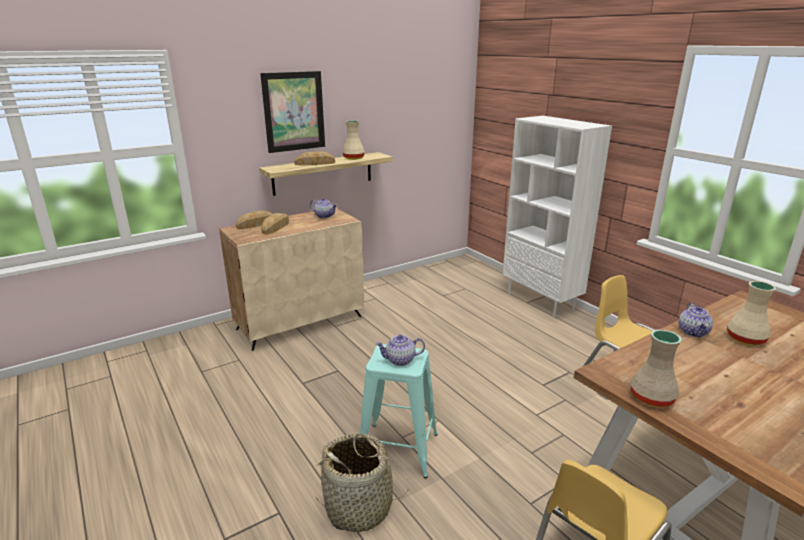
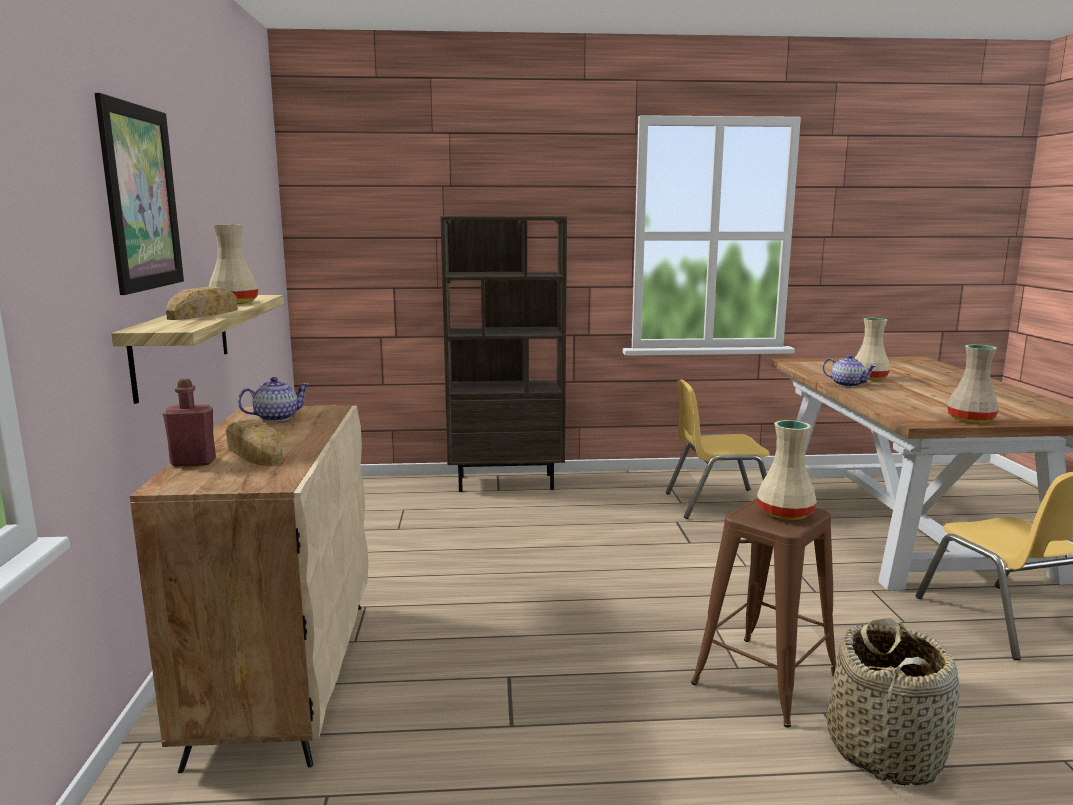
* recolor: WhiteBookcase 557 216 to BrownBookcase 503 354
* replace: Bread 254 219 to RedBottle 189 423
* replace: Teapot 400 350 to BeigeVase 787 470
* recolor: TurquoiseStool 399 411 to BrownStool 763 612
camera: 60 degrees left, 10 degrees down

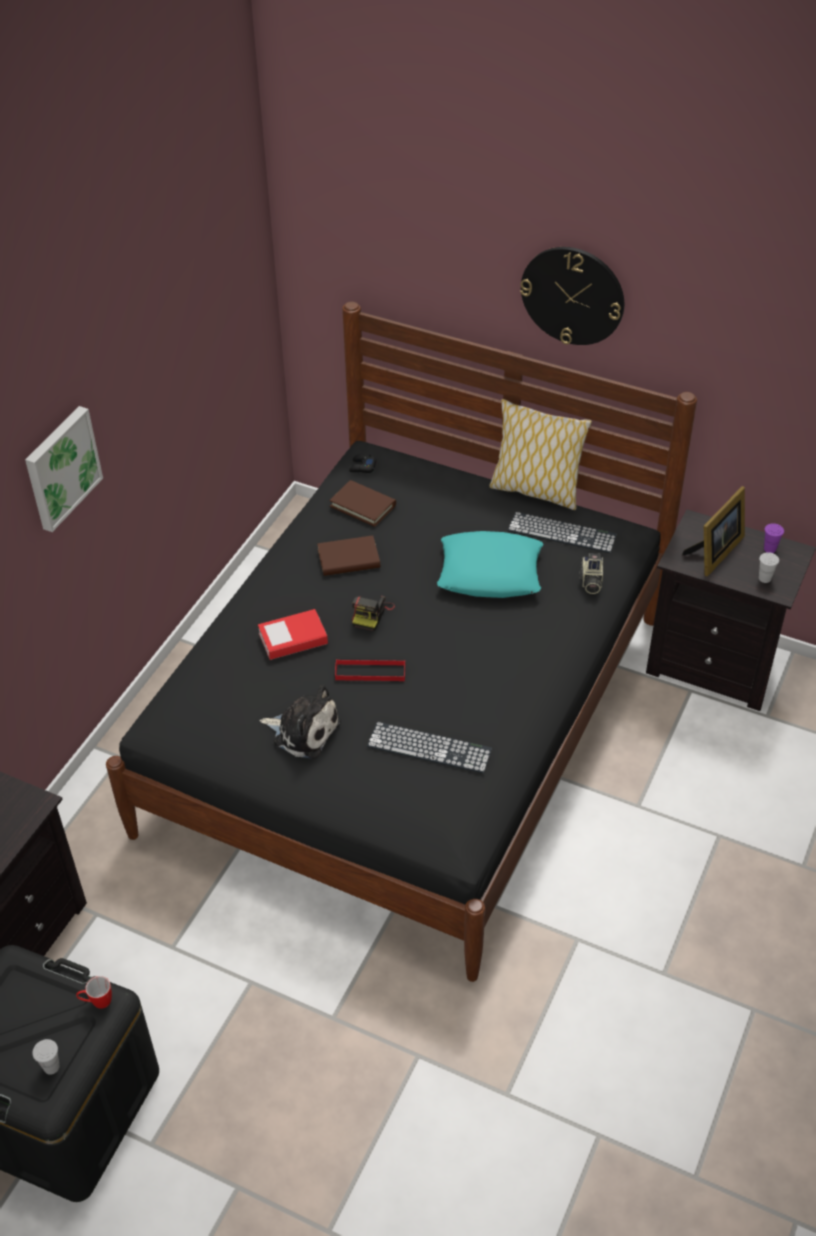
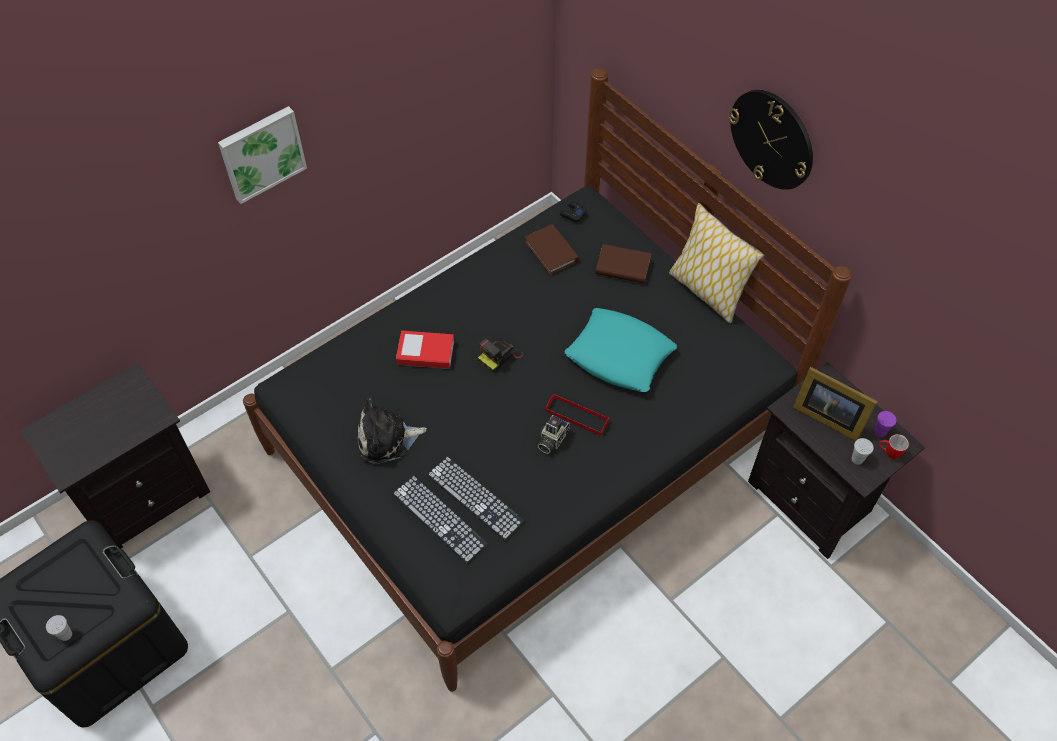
* rotate: PictureFrame 713 531 = 835 404 60 degrees clockwise
* move: Keyboard 562 532 to 440 519
* move: BrownBook 348 555 to 623 264
* move: PhotoCamera 591 573 to 554 434
* move: RedTray 370 670 to 577 415
* rotate: PlushToy 300 722 = 392 431 120 degrees clockwise
* move: Mug 94 992 to 894 446
camera: 25 degrees right, 10 degrees up

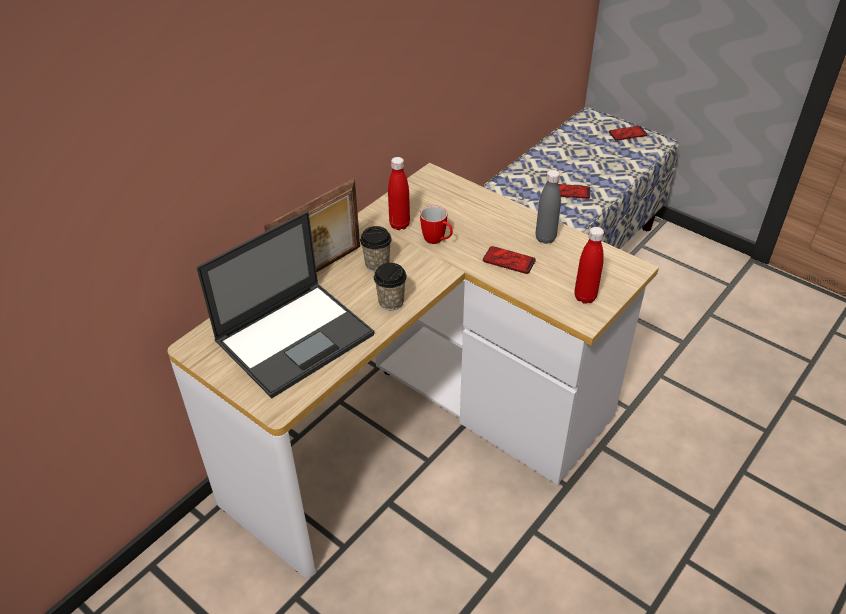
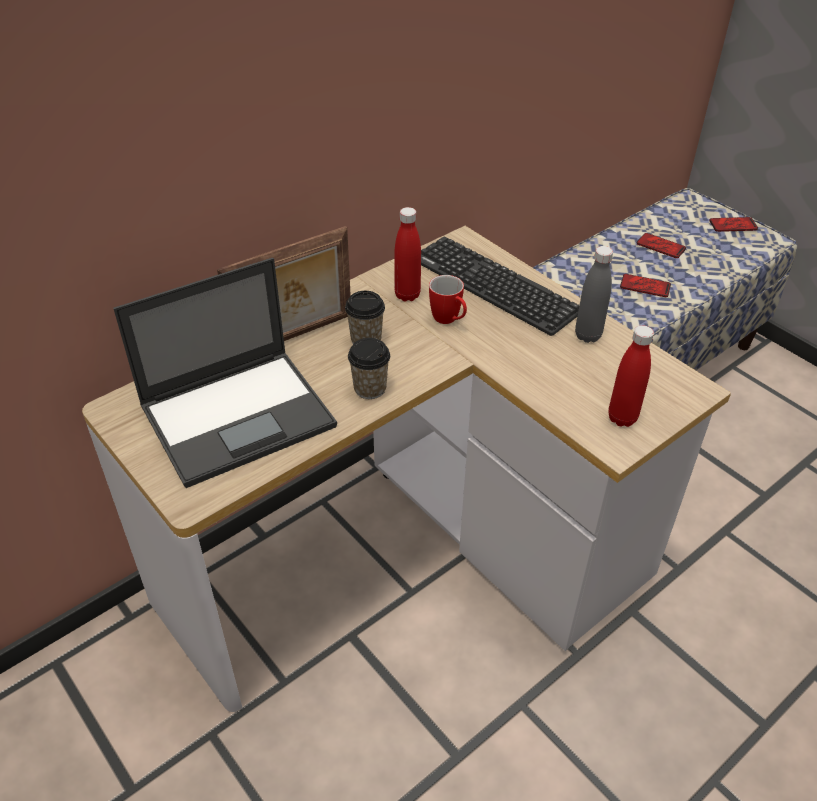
* move: Phone 509 260 to 661 245
* insert: Keyboard 500 286
camera: 10 degrees right, 0 degrees up

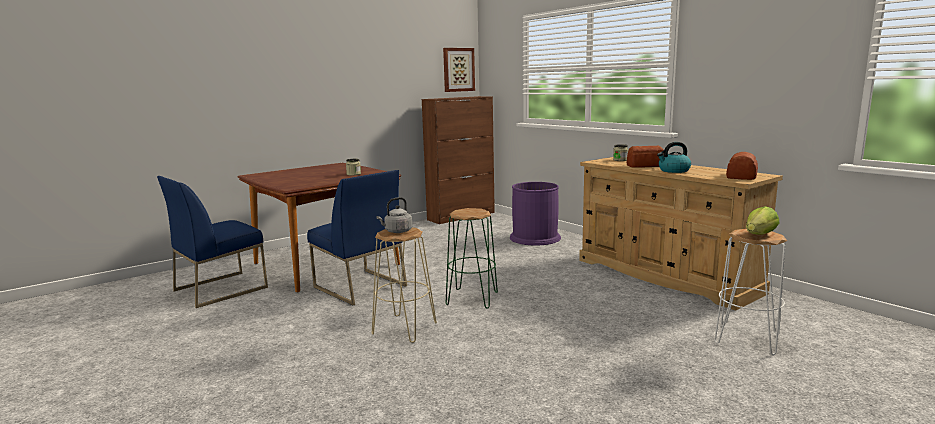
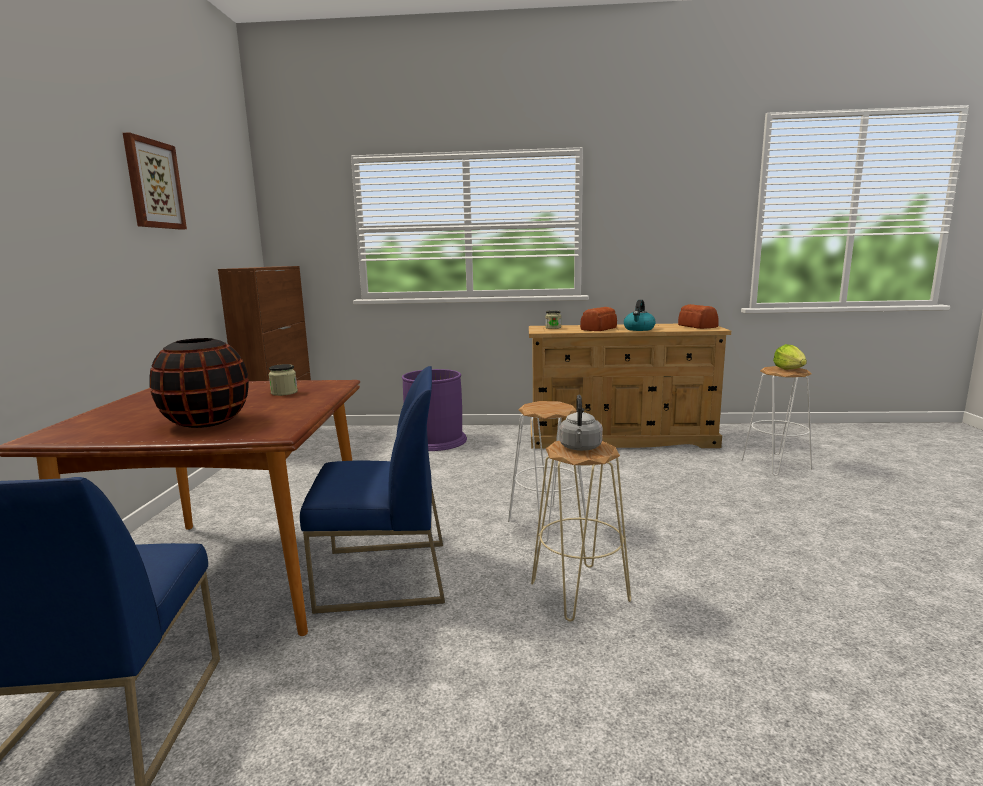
* move: Picture 459 70 to 155 181
* recolor: GreenStool 472 258 to WhiteStool 548 472
* insert: BlackVase 199 383
camera: 50 degrees left, 0 degrees up

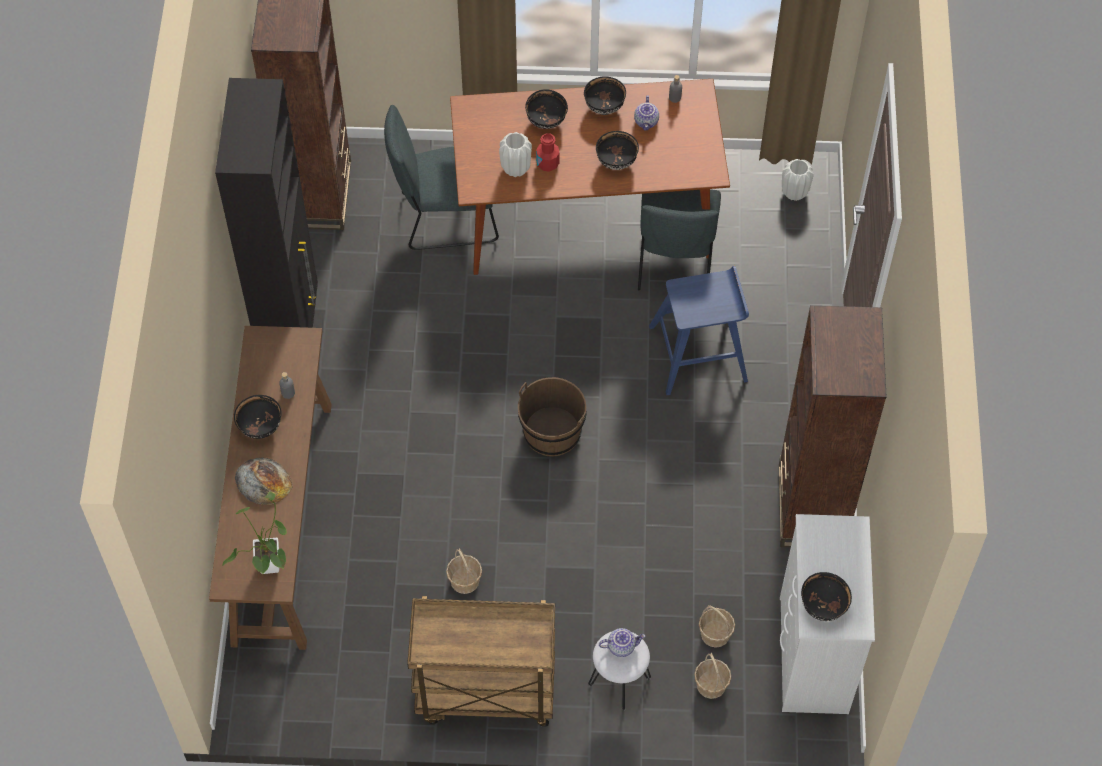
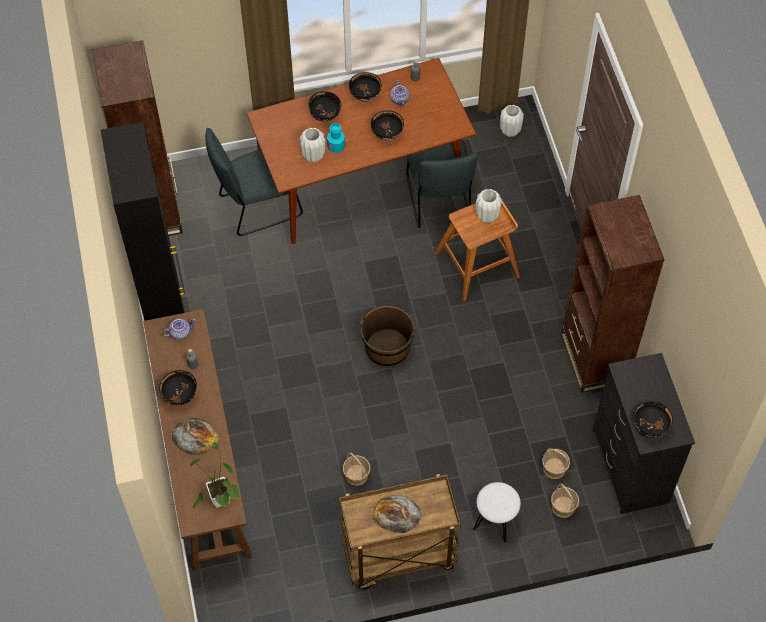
* recolor: RedBottle 548 152 to TurquoiseBottle 336 138
* recolor: BlueStool 699 330 to BrownStool 477 251
* recolor: WhiteDresser 827 614 to BlackDresser 644 433
* move: Teapot 622 642 to 179 329
* insert: WhiteVase 489 206
* insert: Bread 397 514
camera: 15 degrees left, 0 degrees up

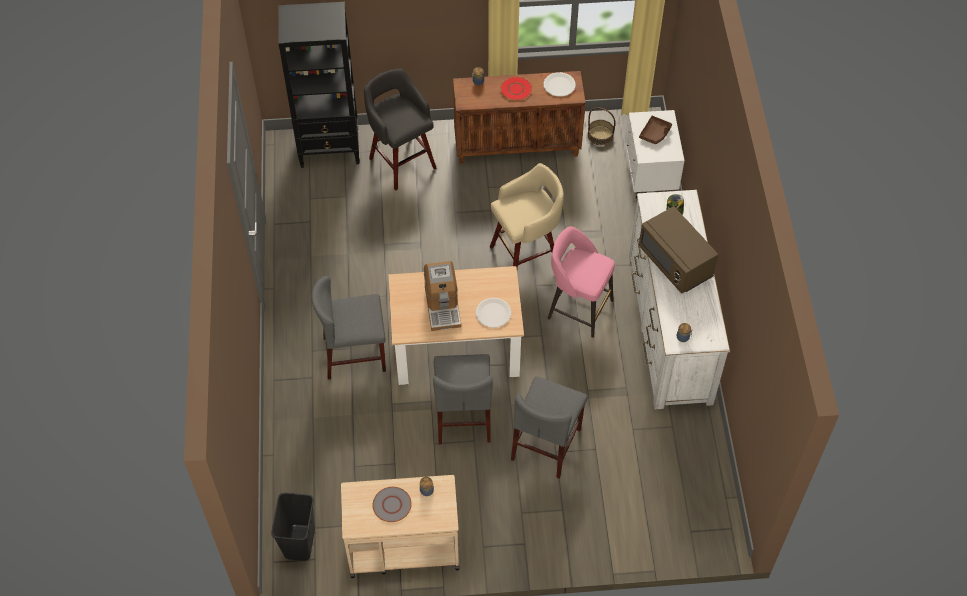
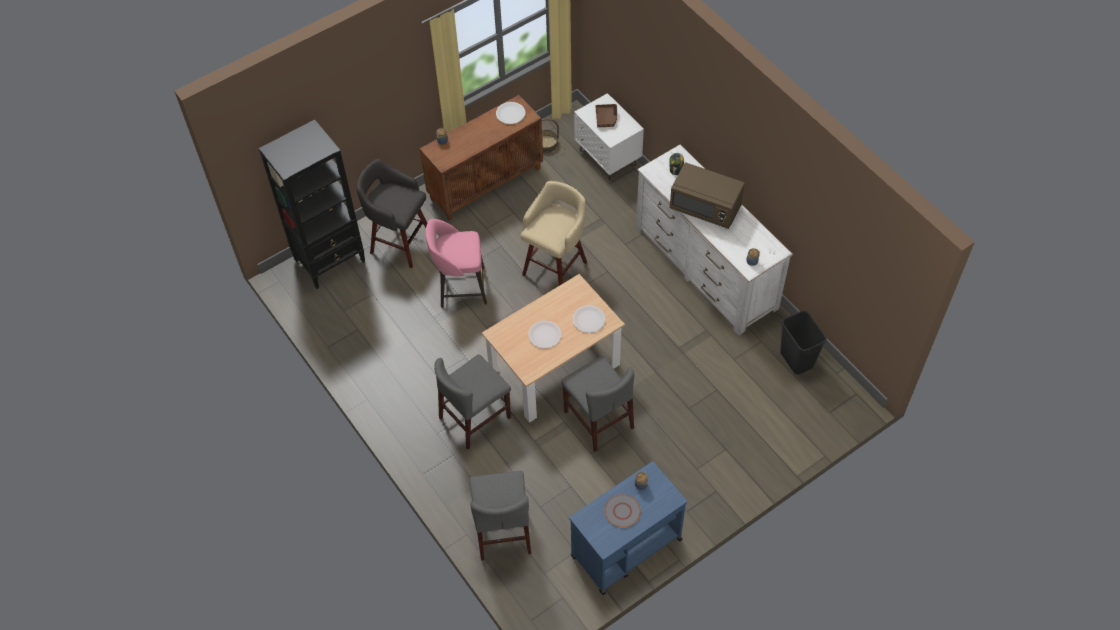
* delete: RedPlate 516 88
* move: PinkStool 581 282 to 456 263
* replace: CoffeeMachine 442 296 to WhitePlate 544 335
* move: GreyChair 549 427 to 500 516
* recolor: BeigeCart 400 526 to BlueCart 628 528
* move: BlackTrashCan 293 526 to 803 342
camera: 30 degrees left, 0 degrees up

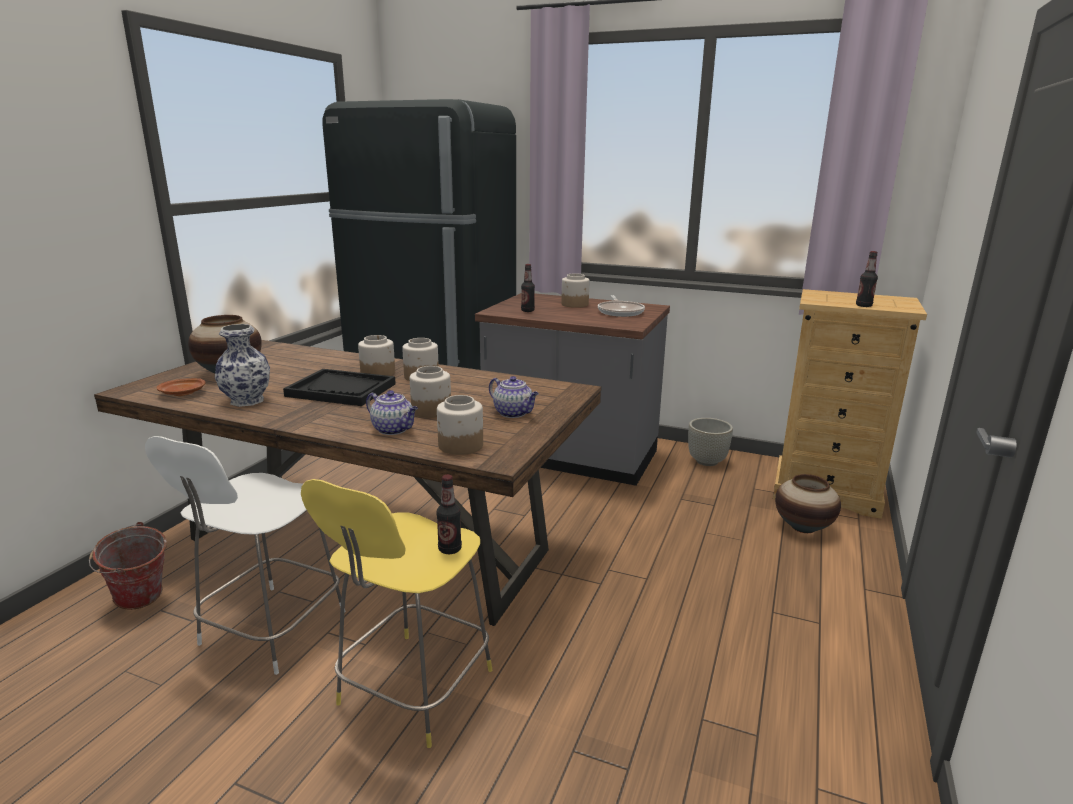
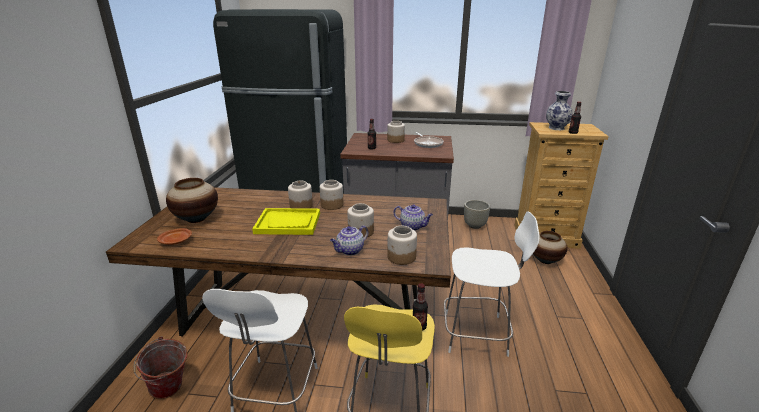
* move: Vase 242 365 to 559 110
* recolor: BlackTray 339 387 to YellowTray 286 221
* rotate: Teapot 392 412 = 349 240 120 degrees clockwise
* insert: WhiteStool 492 284
camera: 15 degrees left, 5 degrees up

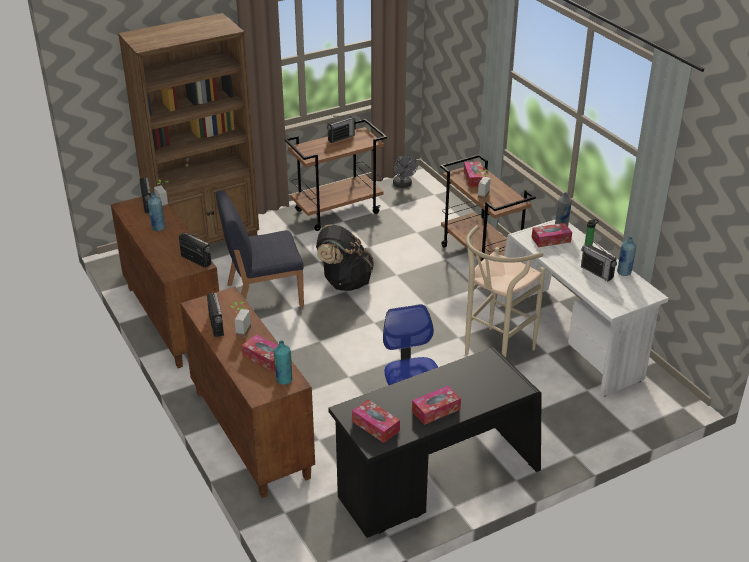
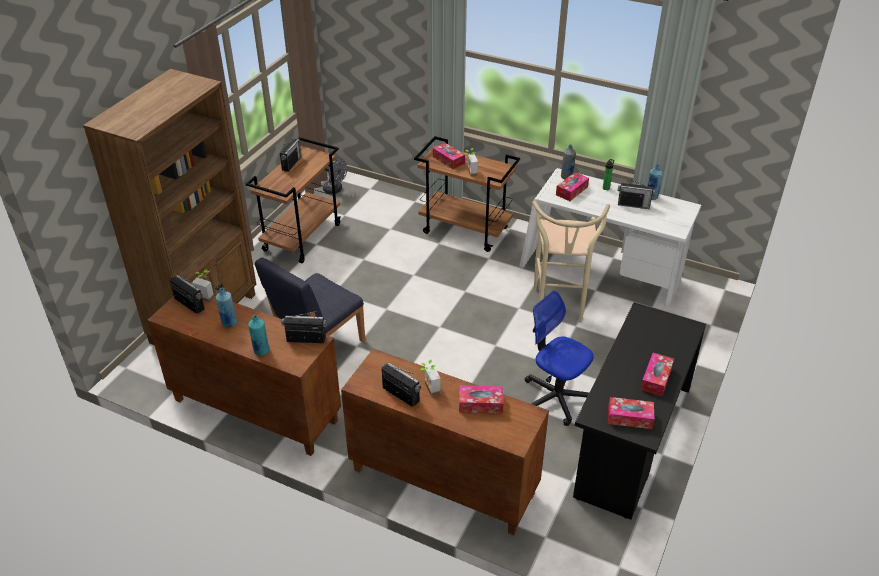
* delete: BlackBackpack 345 258
* move: TurquoiseBottle 283 363 to 259 335
camera: 35 degrees left, 5 degrees up

